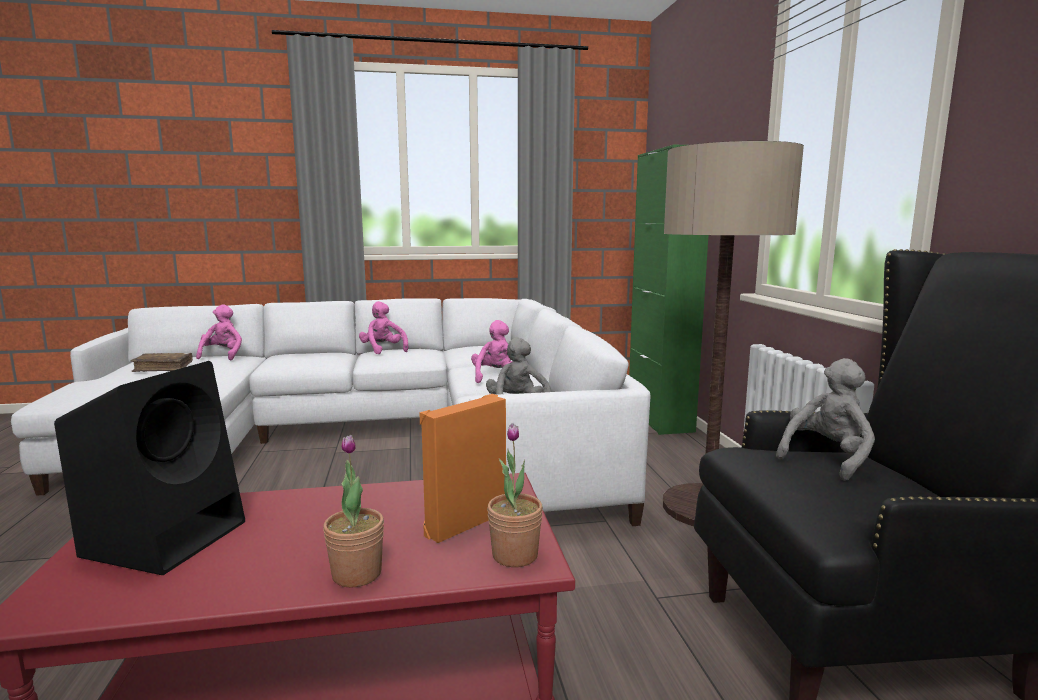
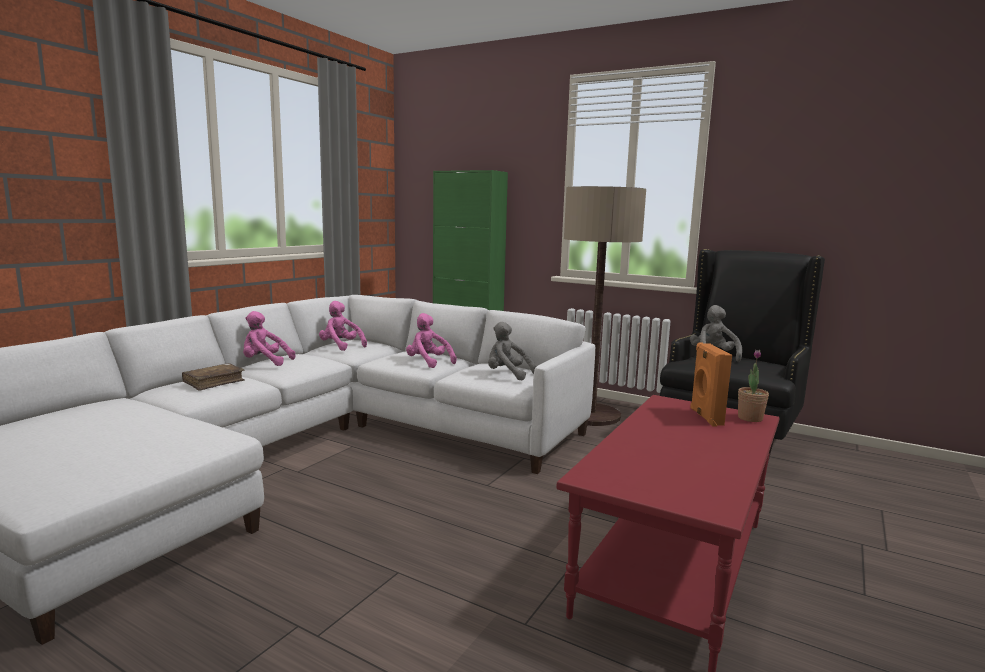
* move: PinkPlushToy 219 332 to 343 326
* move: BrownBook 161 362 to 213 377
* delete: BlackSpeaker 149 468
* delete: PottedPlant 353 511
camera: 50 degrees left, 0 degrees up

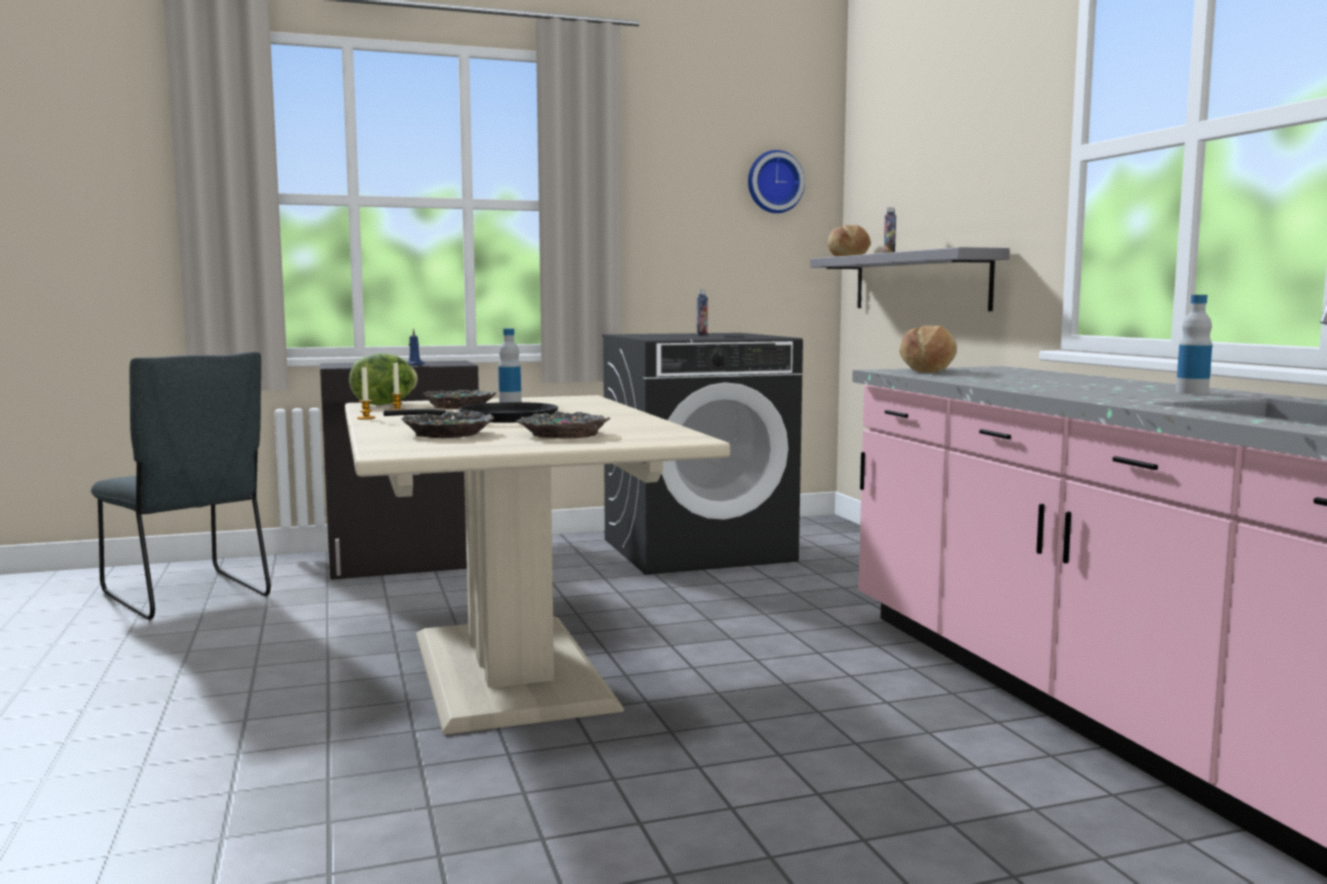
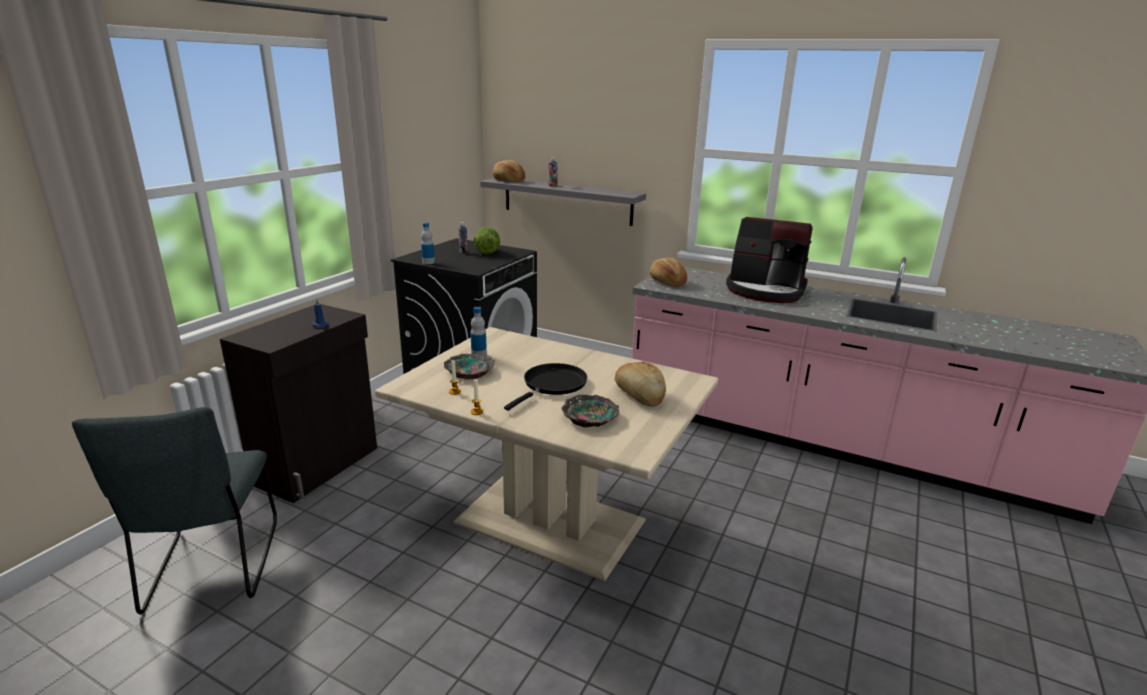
* delete: WallClock 776 181
* move: Bottle 1194 344 to 428 243
* rotate: GreyChair 181 486 = 174 510 75 degrees clockwise
* move: Lettuce 383 379 to 487 240
* replace: Bowl 563 425 to Bread 640 384
* insert: CoffeeMachine 769 260
camera: 45 degrees left, 15 degrees up

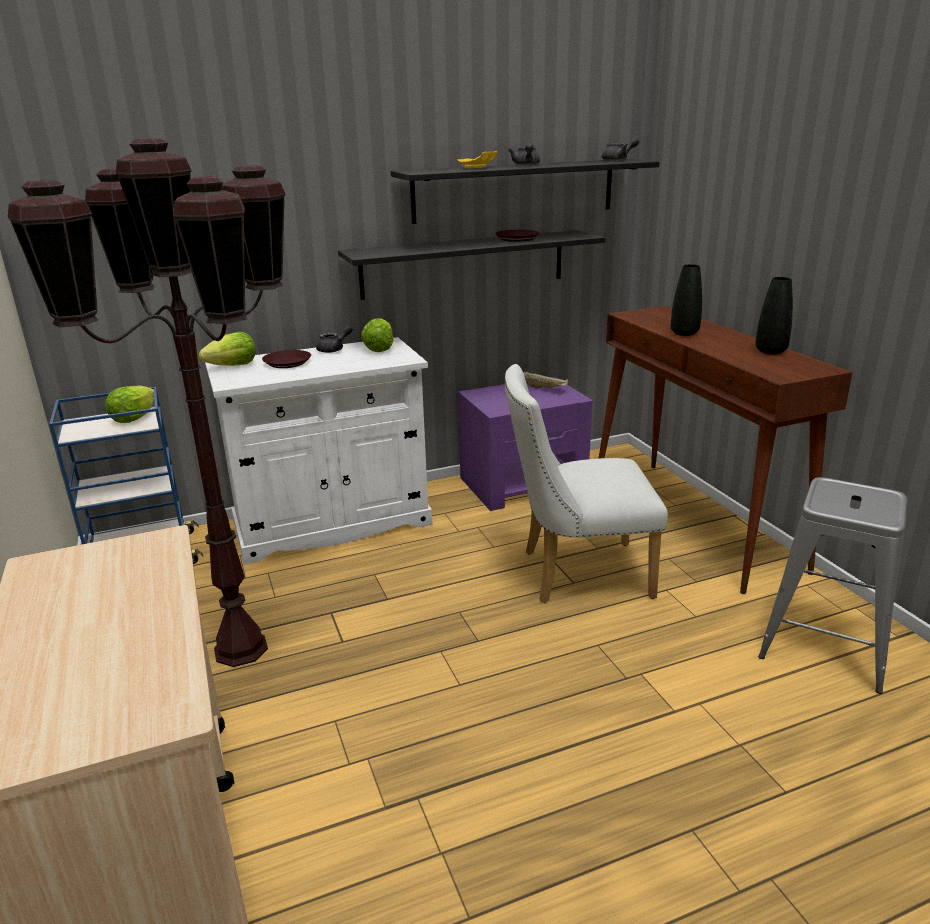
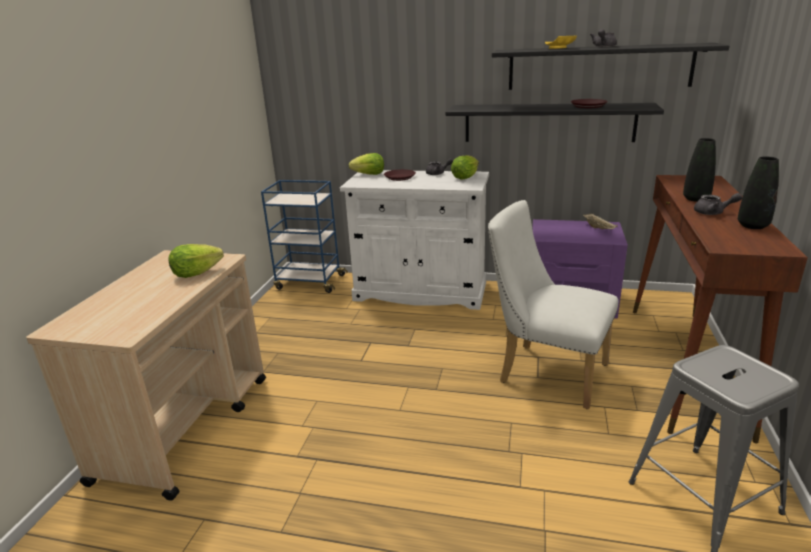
* delete: BrownFloorLamp 146 402
* move: GreyTeapot 620 149 to 718 204
* move: Lettuce 129 404 to 196 261
camera: 35 degrees right, 0 degrees up

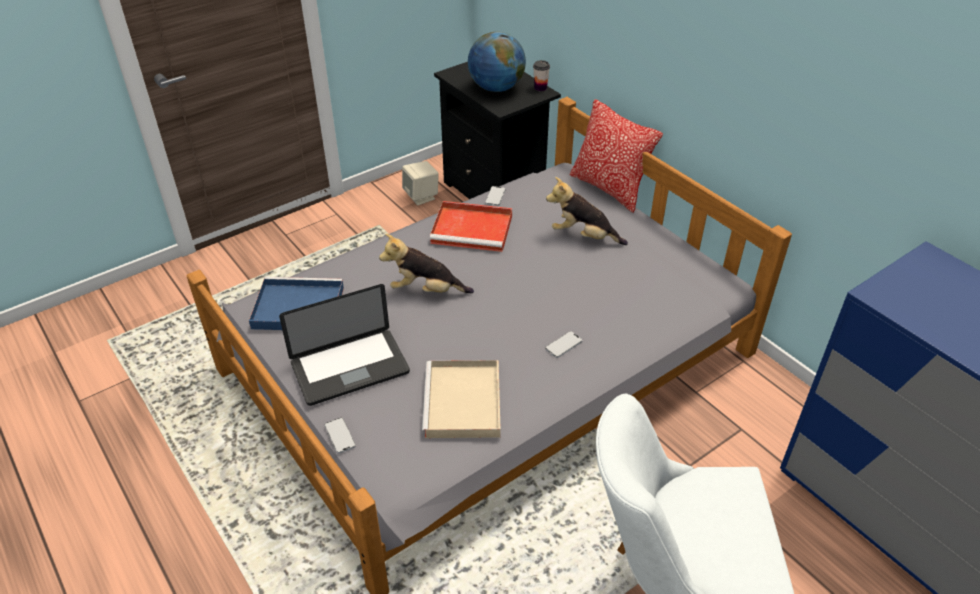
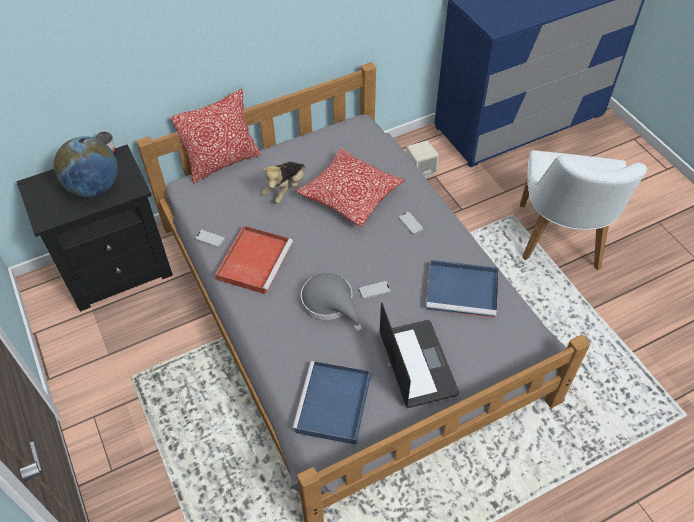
* move: BeigeSpeaker 420 183 to 422 159
* replace: PlushToy 426 263 to GreyHat 331 302
* recolor: BeigeTray 461 399 to BlueTray 462 289
* move: Phone 340 435 to 375 290
* insert: Pillow 350 187
camera: 80 degrees left, 10 degrees up

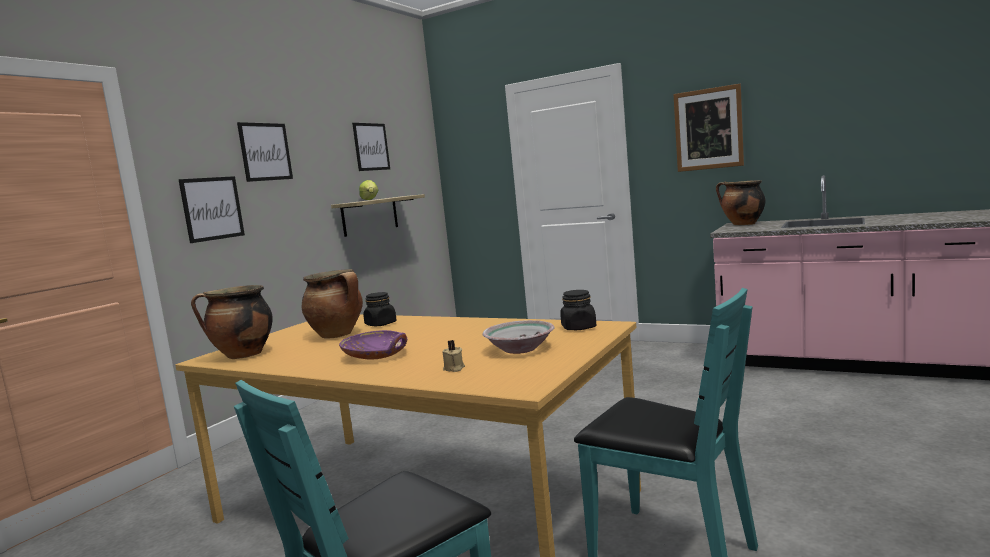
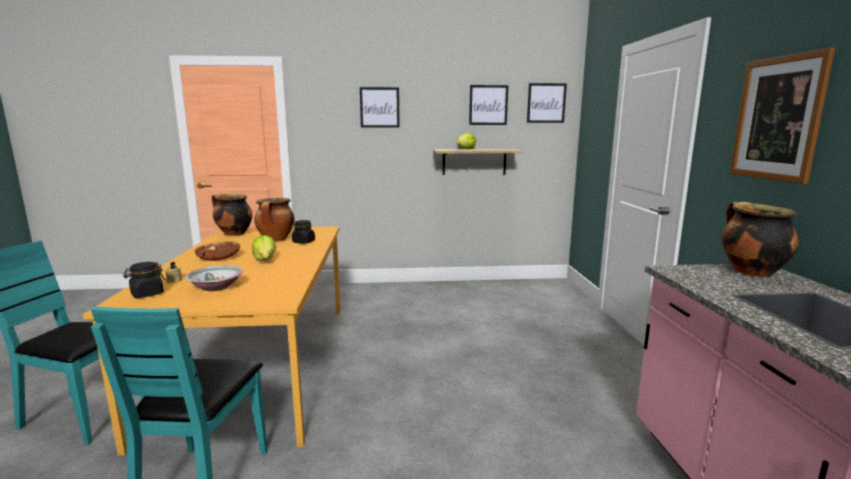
* move: Picture 212 209 to 547 103
* move: BlackJar 578 310 to 144 280
* recolor: PurpleBowl 373 345 to BrownBowl 217 251
* insert: Lettuce 264 248
camera: 55 degrees right, 5 degrees up

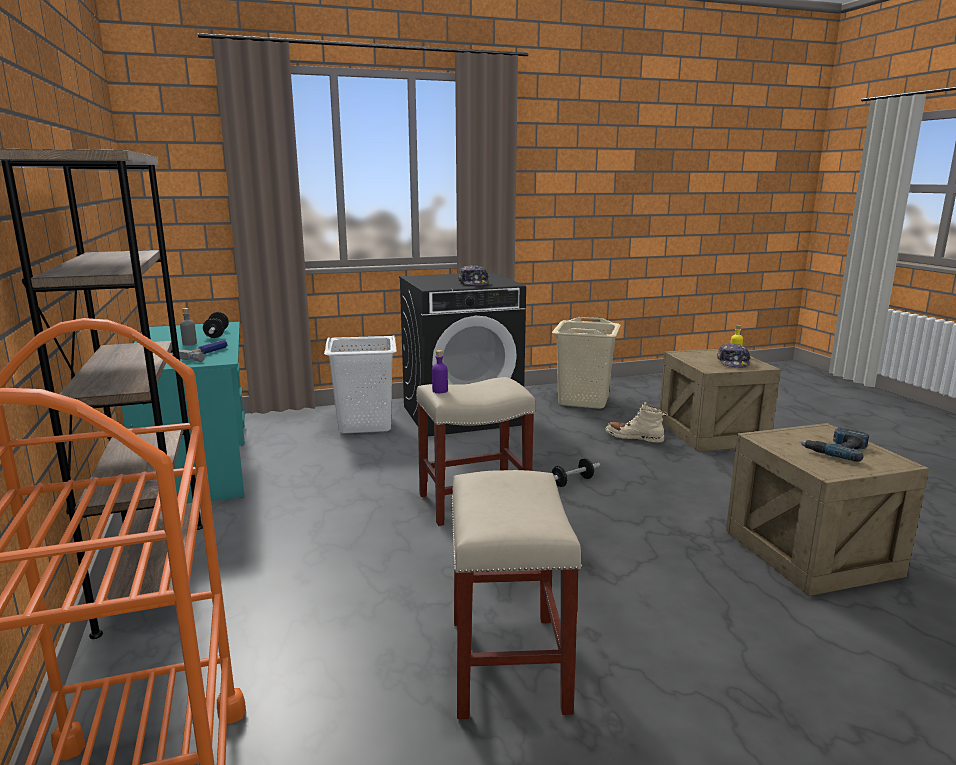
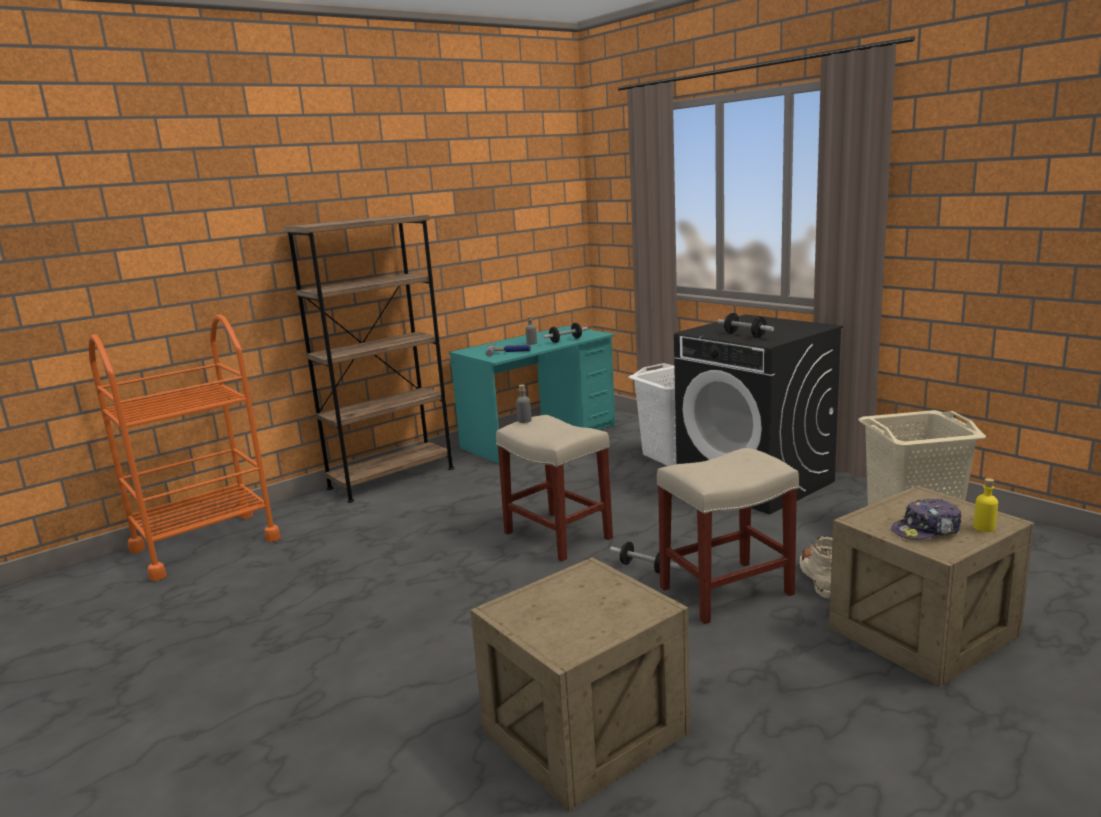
* replace: Cap 473 275 to Dumbbell 746 325
* recolor: PurpleBottle 440 371 to GreyBottle 524 404
* delete: PowerDrill 834 445
* move: BeigeStool 516 594 to 728 536
camera: 70 degrees right, 0 degrees up

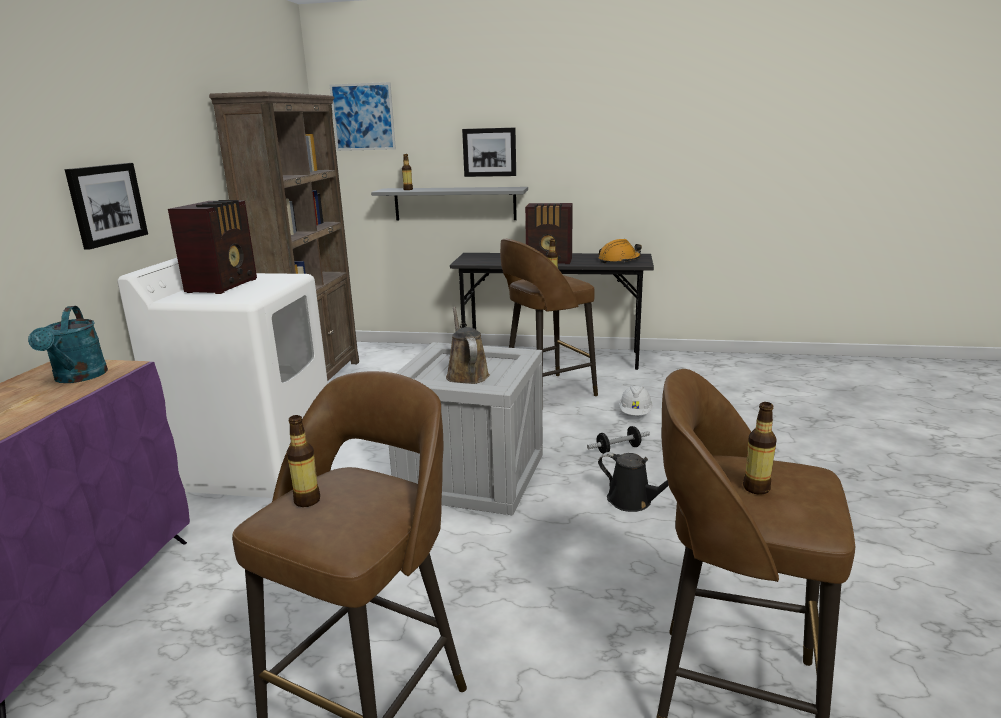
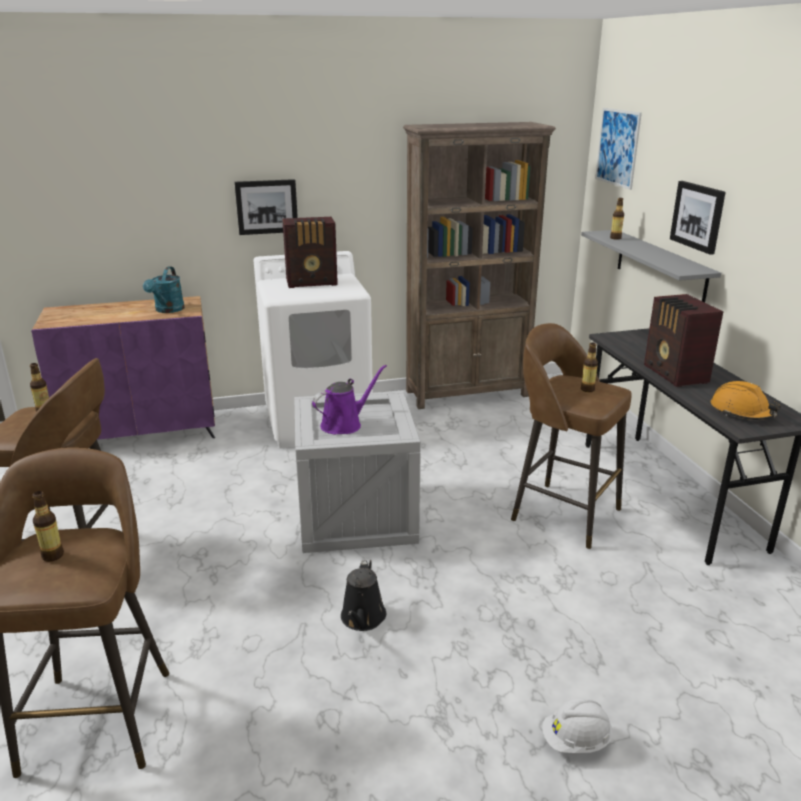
* rotate: TurquoiseWateringCan 68 344 = 164 290 45 degrees counterclockwise
* recolor: BrownWateringCan 468 345 to PurpleWateringCan 349 399
* move: WhiteHardHat 636 400 to 577 725
* delete: Dumbbell 618 440
camera: 65 degrees right, 5 degrees up

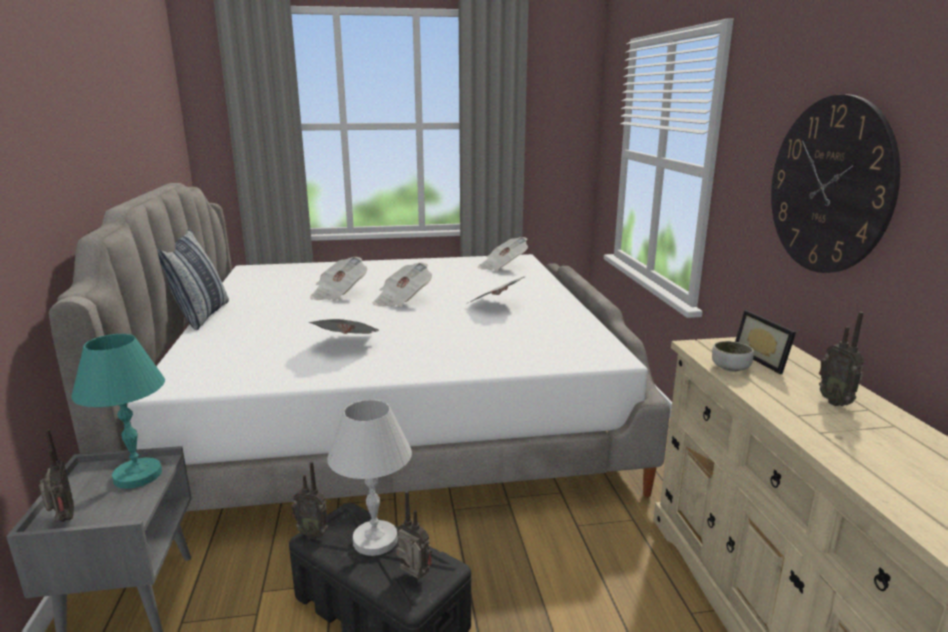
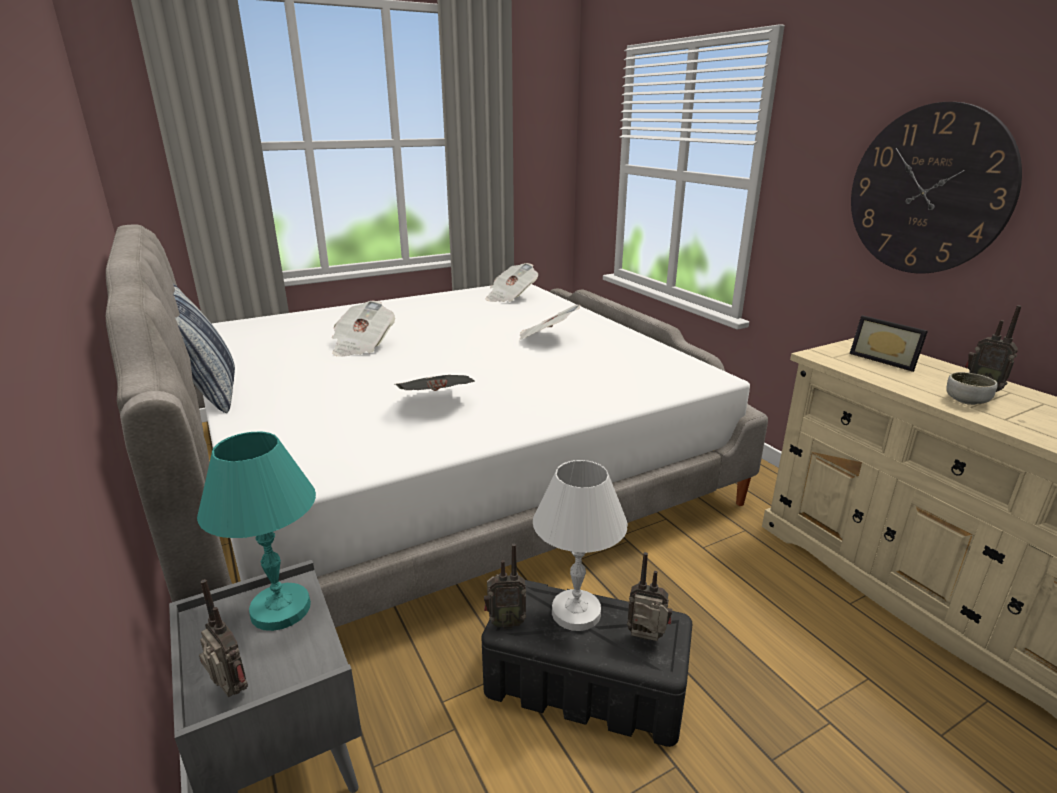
* delete: Newspaper 402 285
* move: Bowl 733 356 to 972 388
camera: 20 degrees left, 5 degrees up

